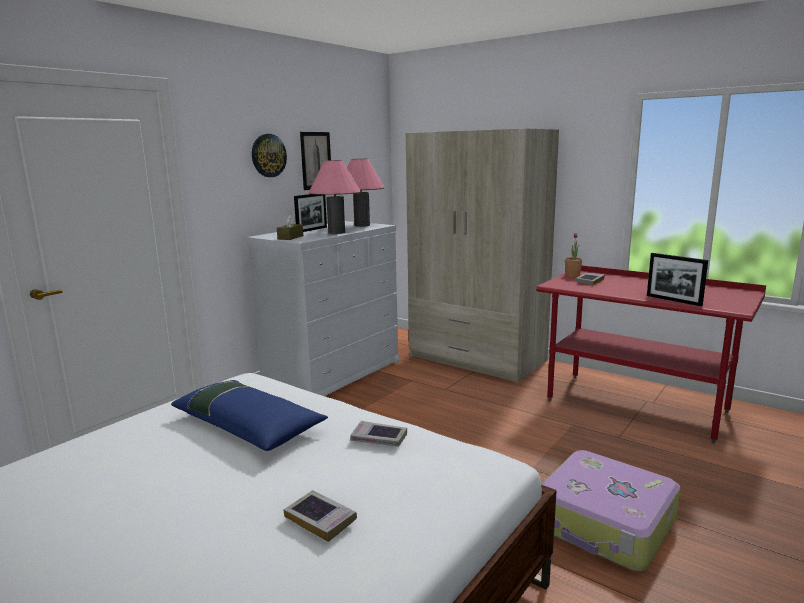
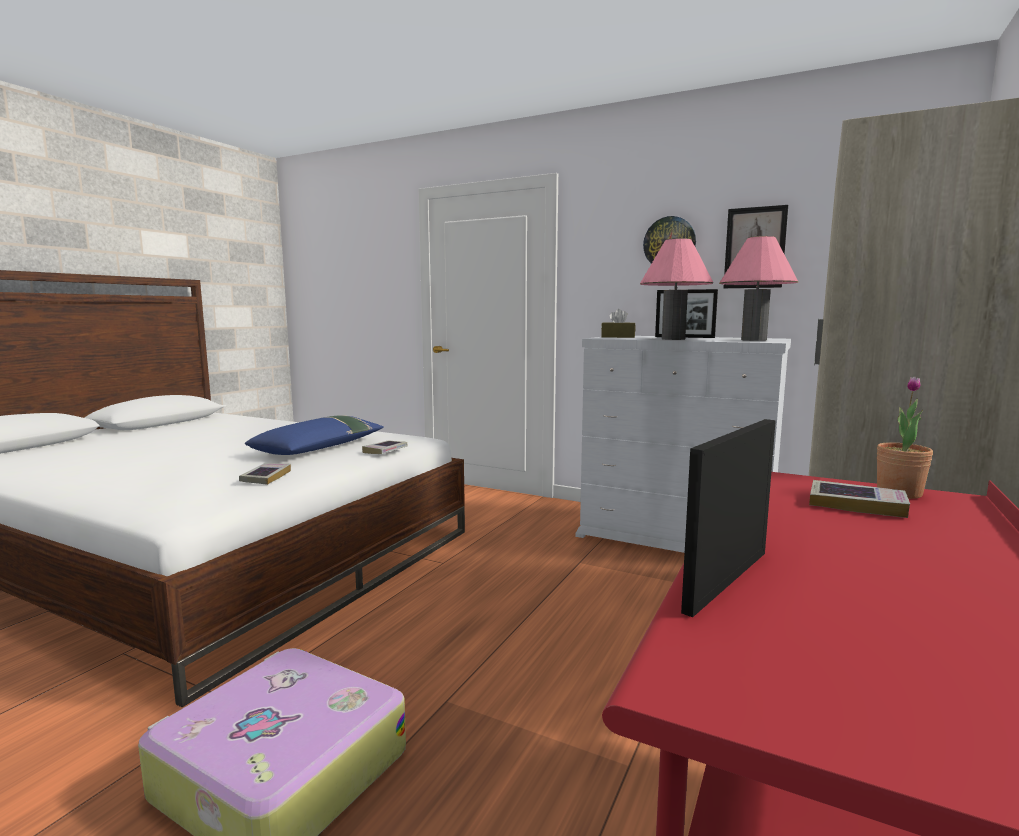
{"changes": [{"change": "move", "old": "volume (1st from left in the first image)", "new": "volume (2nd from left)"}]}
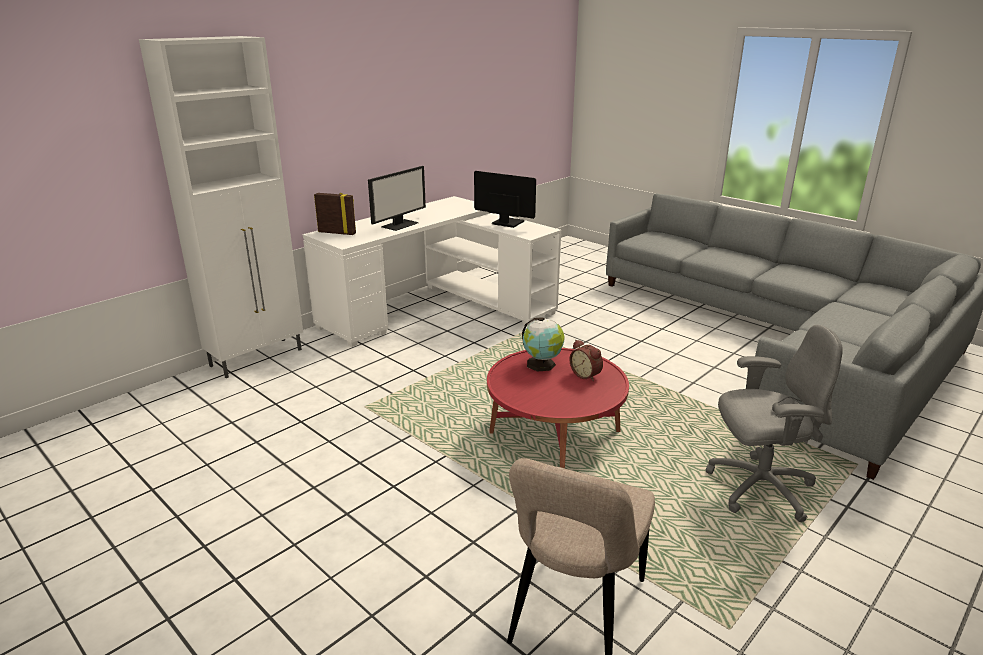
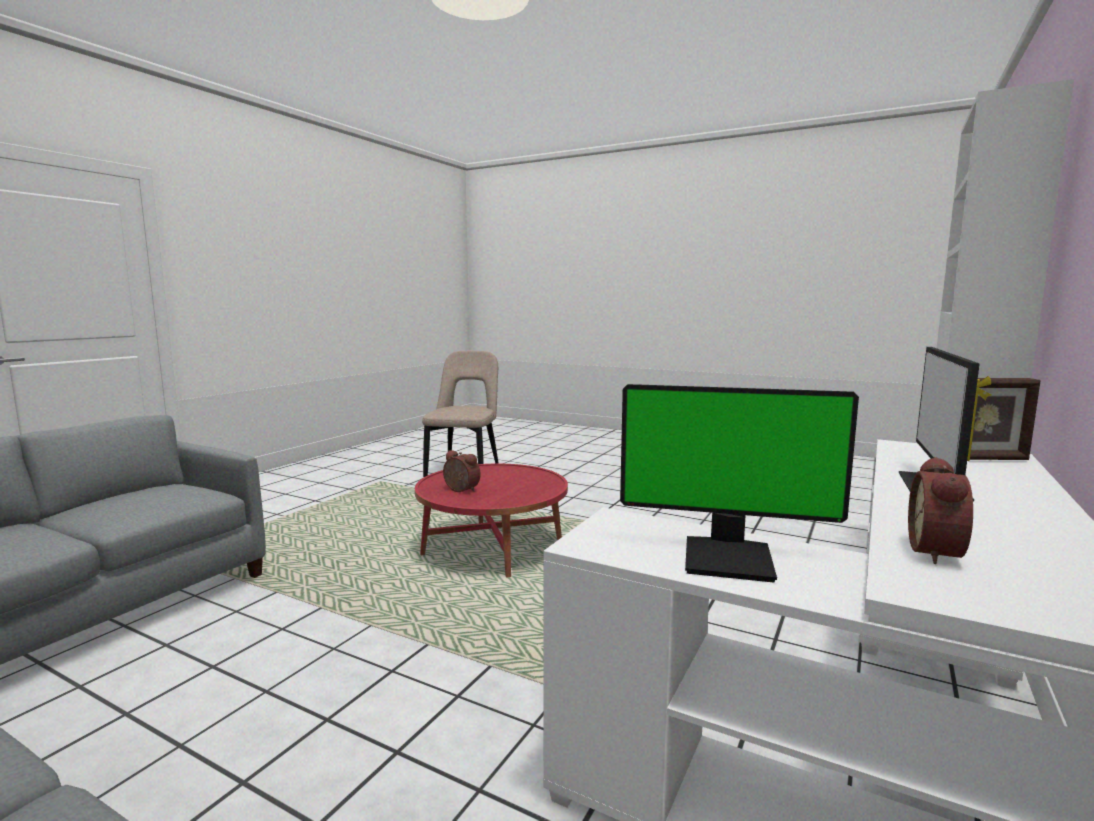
{"changes": [{"change": "delete", "old": "globe"}, {"change": "delete", "old": "greyish computer chair"}, {"change": "insert", "new": "table clock (2nd from left)"}]}
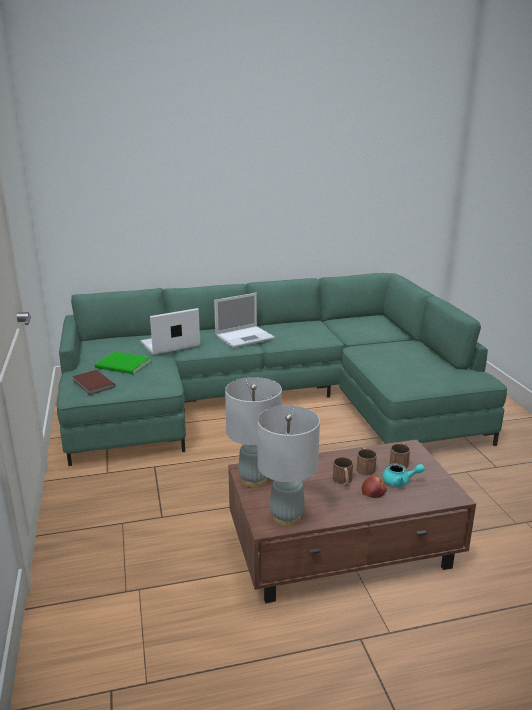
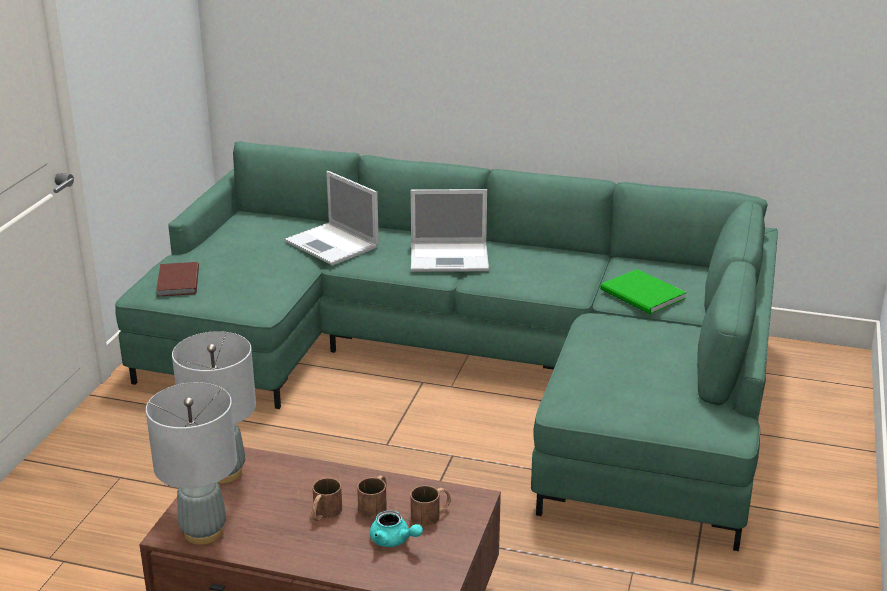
{"changes": [{"change": "delete", "old": "whole apple"}, {"change": "move", "old": "green-coloured volume"}, {"change": "rotate", "old": "portable computer (1st from left)", "degrees": -135}]}
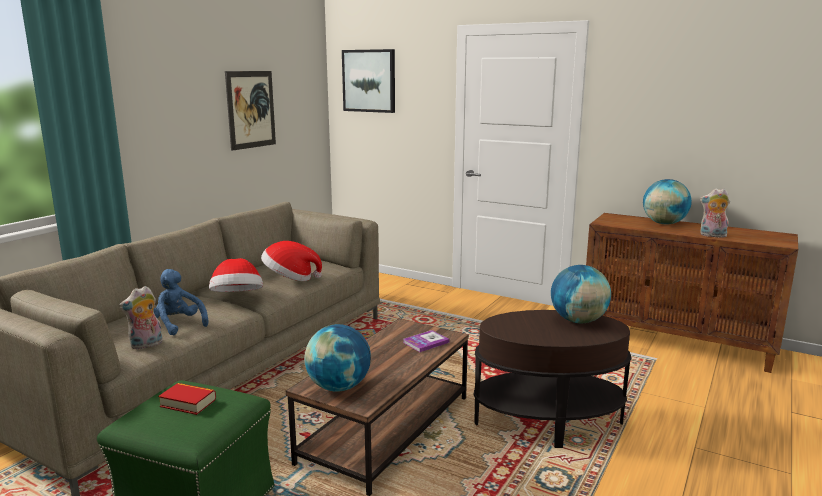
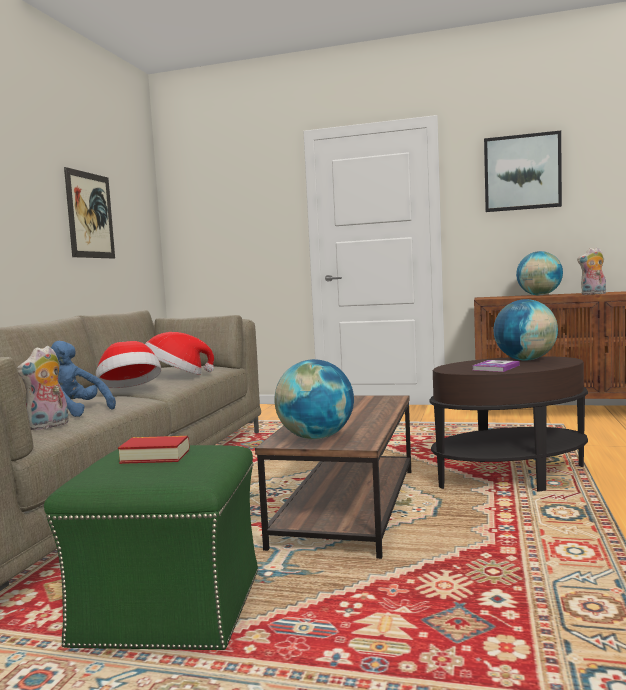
{"changes": [{"change": "move", "old": "picture (2nd from left)"}, {"change": "move", "old": "volume (2nd from left)"}]}
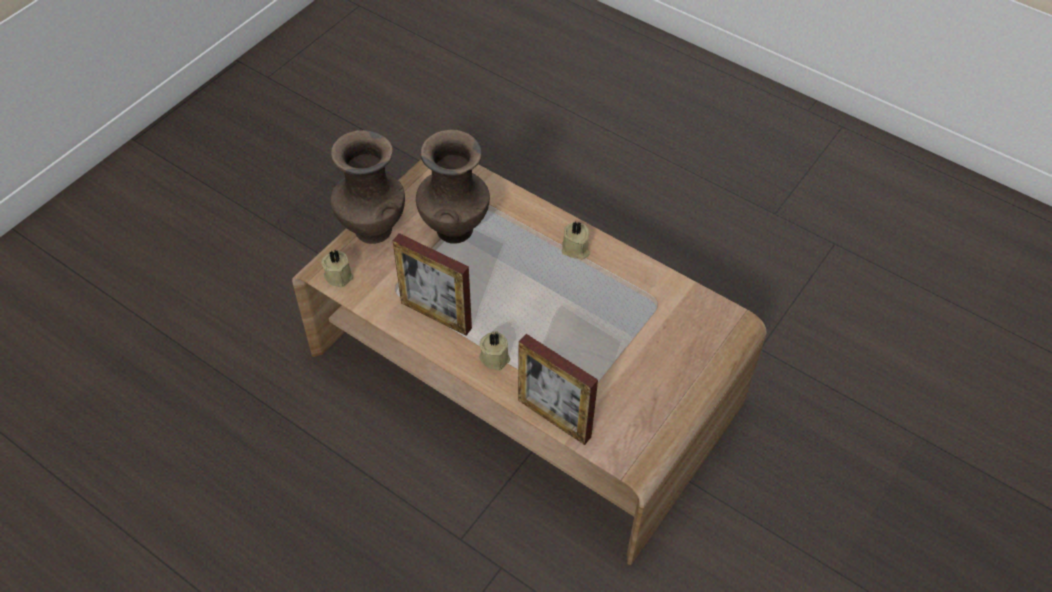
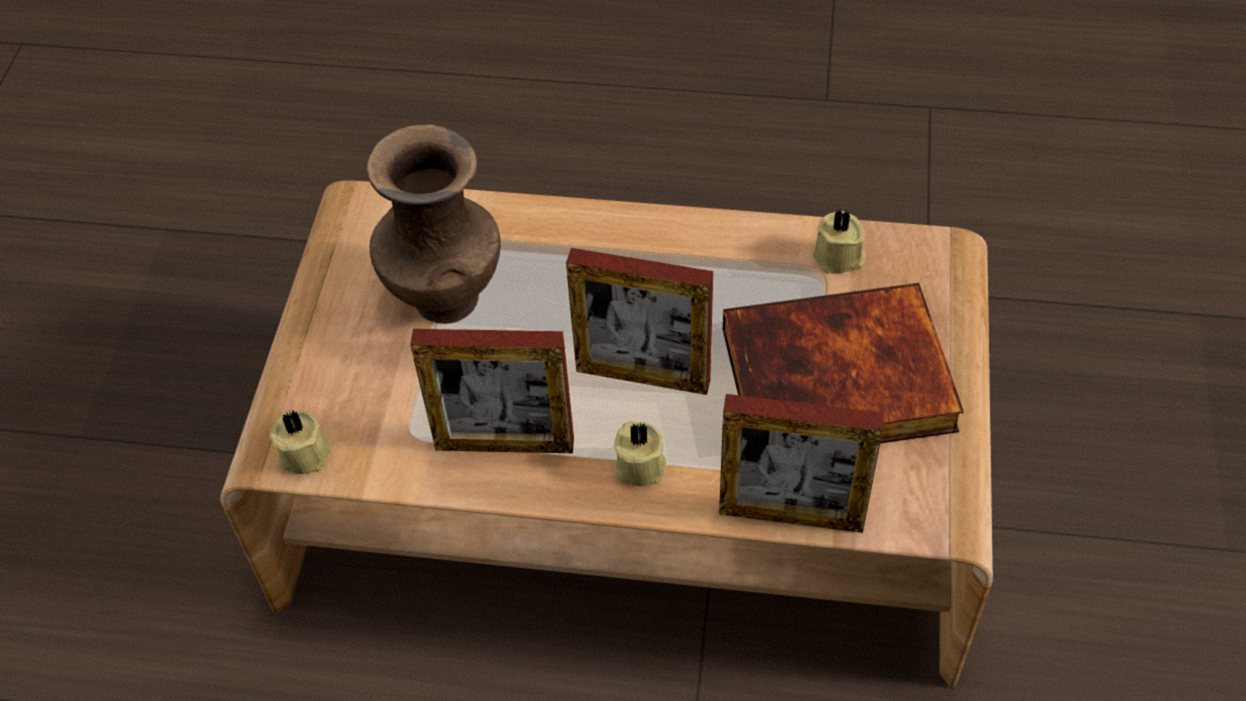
{"changes": [{"change": "delete", "old": "brownish decorative vase (1st from left)"}, {"change": "insert", "new": "picture frame (2nd from left)"}, {"change": "insert", "new": "volume"}, {"change": "move", "old": "beige-coloured wax light (3rd from left)"}]}
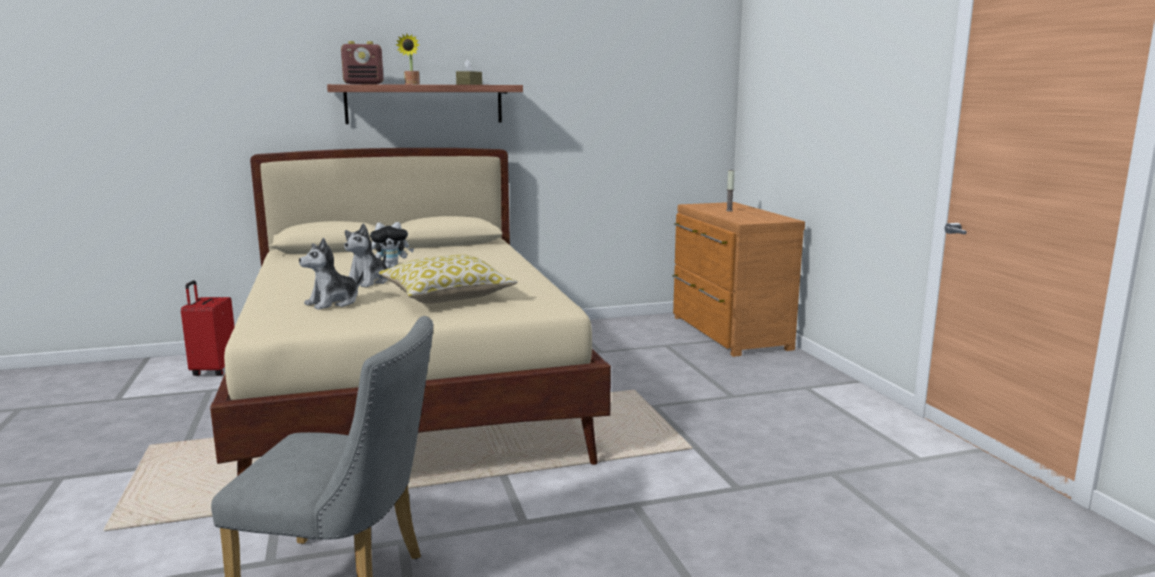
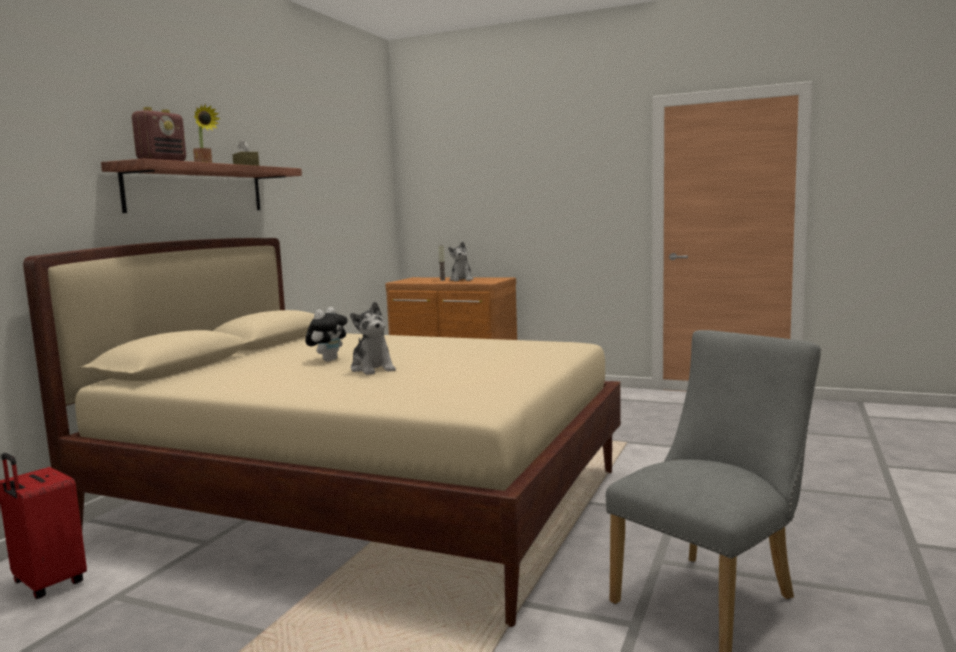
{"changes": [{"change": "delete", "old": "pillow"}, {"change": "move", "old": "plush toy (1st from left in the first image)", "new": "plush toy (3rd from left)"}]}
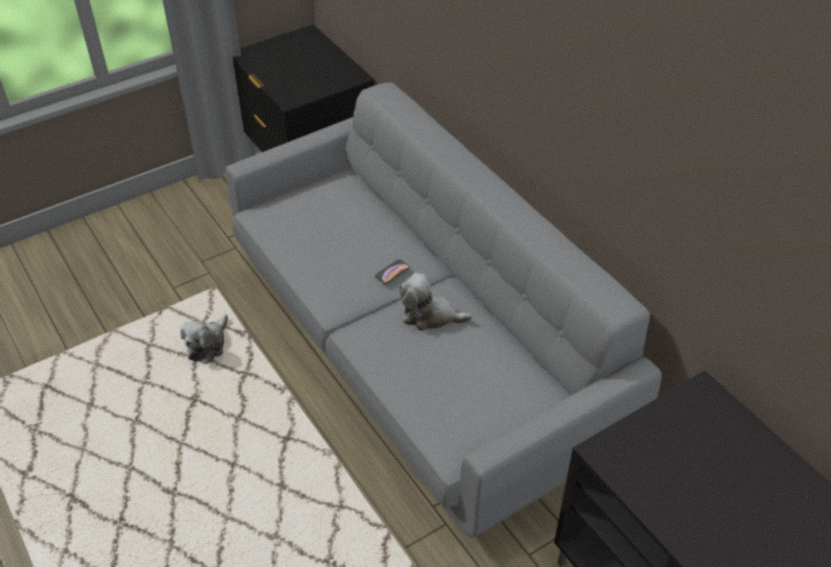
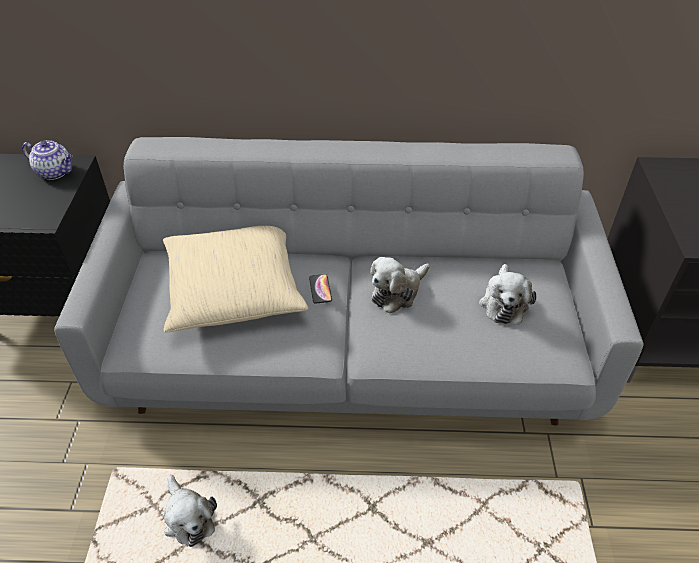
{"changes": [{"change": "insert", "new": "pot for tea"}, {"change": "insert", "new": "beige-coloured pillow"}, {"change": "insert", "new": "plush toy (3rd from left)"}]}
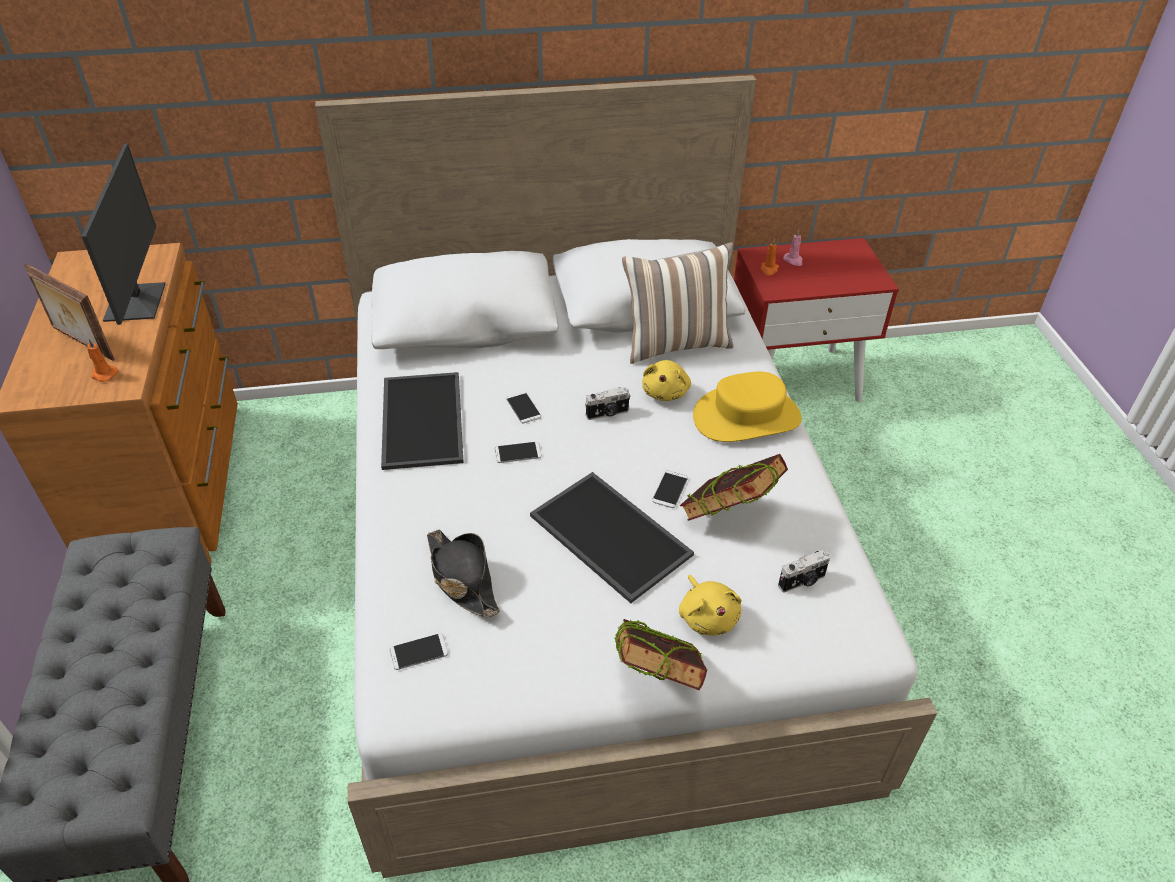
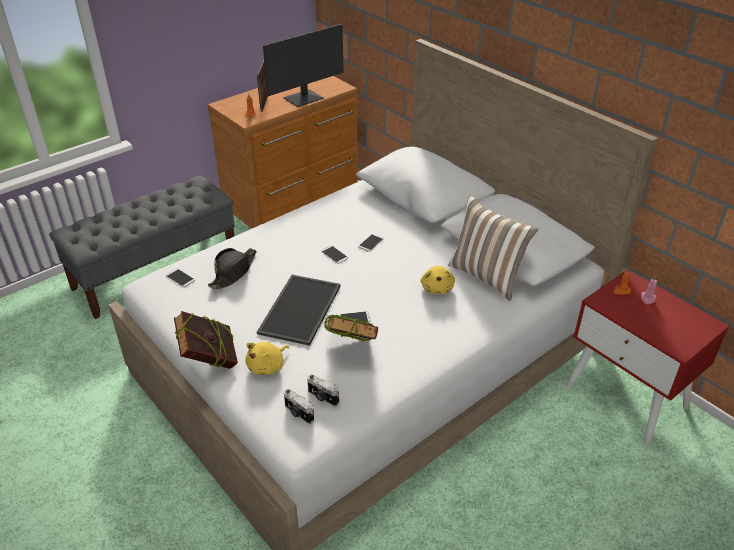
{"changes": [{"change": "delete", "old": "carrying tray (1st from left)"}, {"change": "delete", "old": "yellow wearable hat"}, {"change": "move", "old": "still camera (1st from left)"}, {"change": "rotate", "old": "yellow plush toy (1st from left in the first image)", "degrees": -75}]}
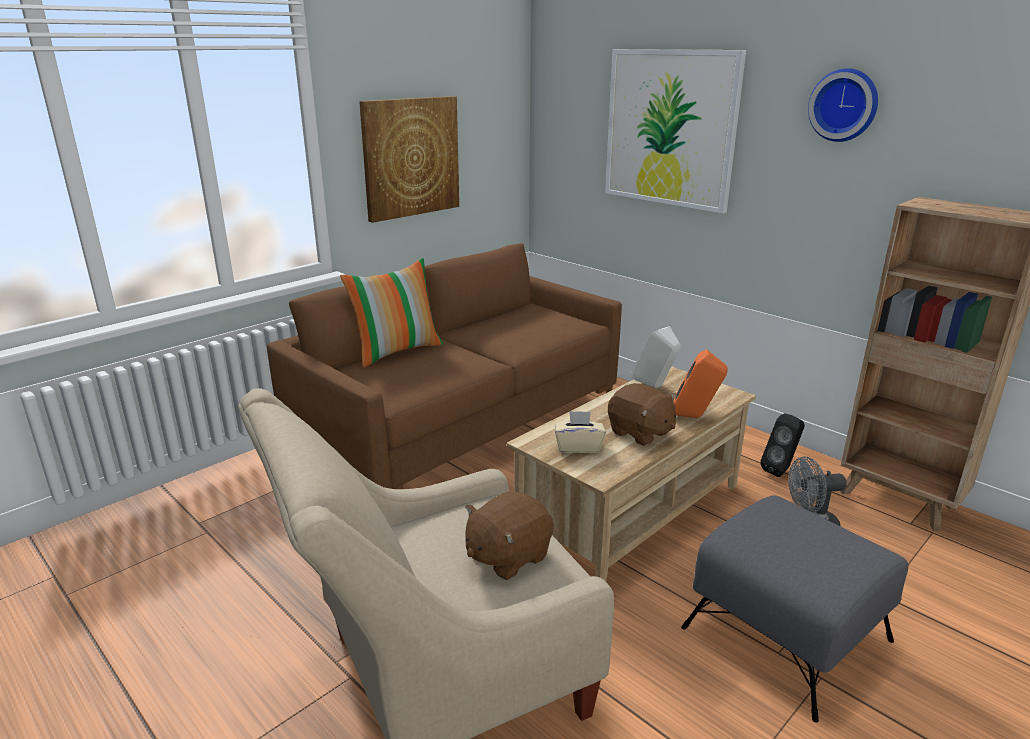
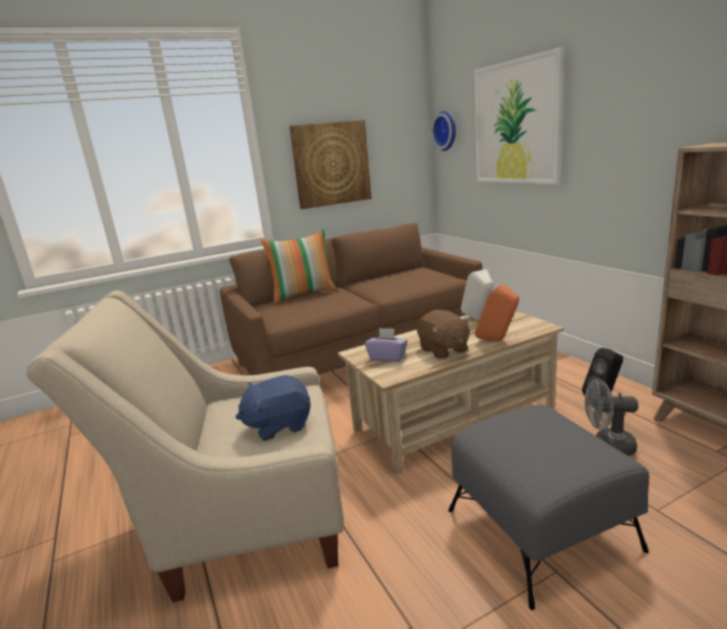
{"changes": [{"change": "move", "old": "clock on the wall"}, {"change": "recolor", "old": "brownish plush toy (1st from left)", "new": "bluish plush toy"}, {"change": "recolor", "old": "beige-coloured box of tissues", "new": "purplish box of tissues"}]}
